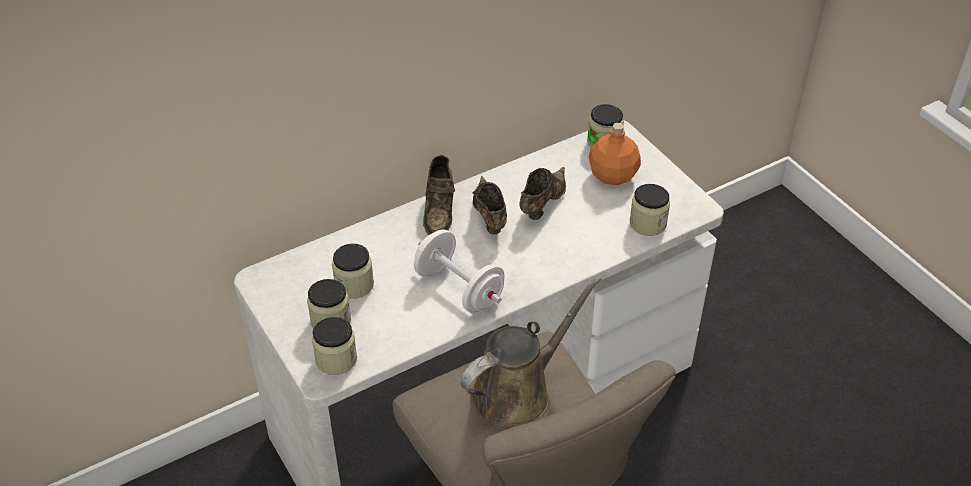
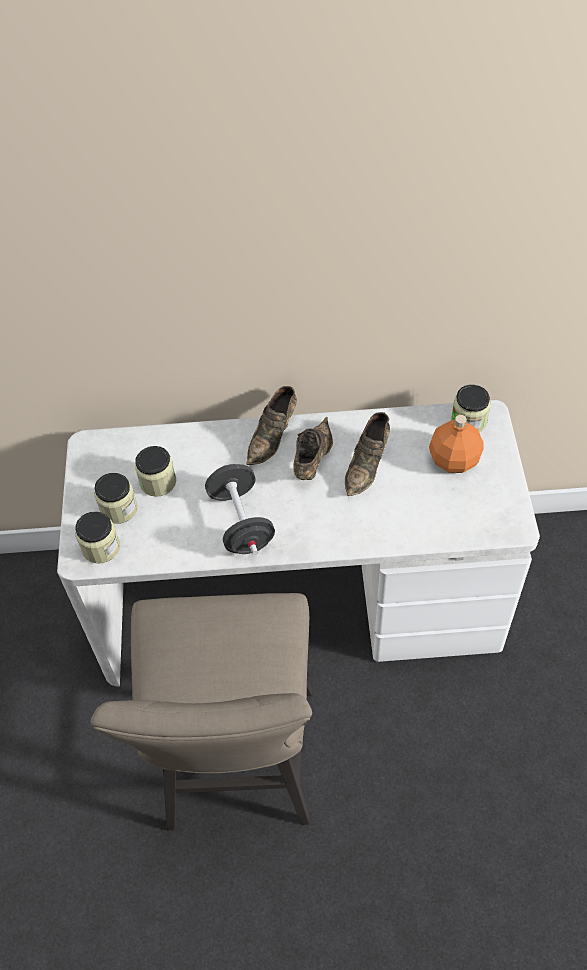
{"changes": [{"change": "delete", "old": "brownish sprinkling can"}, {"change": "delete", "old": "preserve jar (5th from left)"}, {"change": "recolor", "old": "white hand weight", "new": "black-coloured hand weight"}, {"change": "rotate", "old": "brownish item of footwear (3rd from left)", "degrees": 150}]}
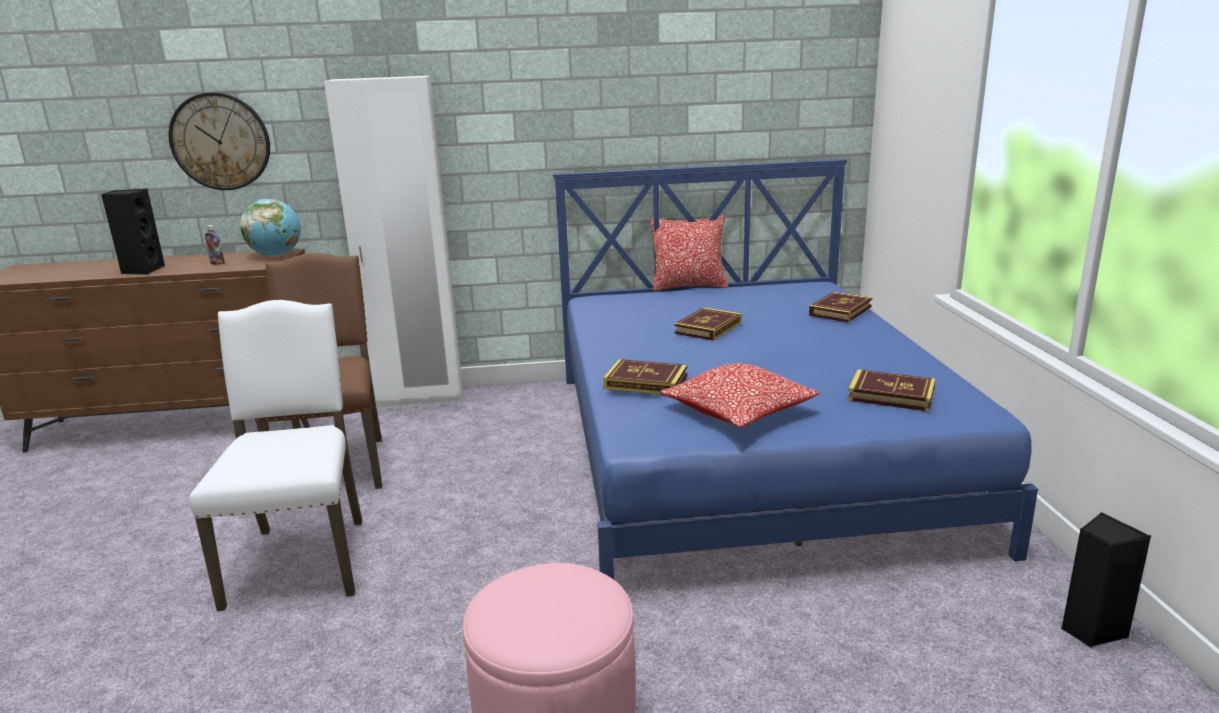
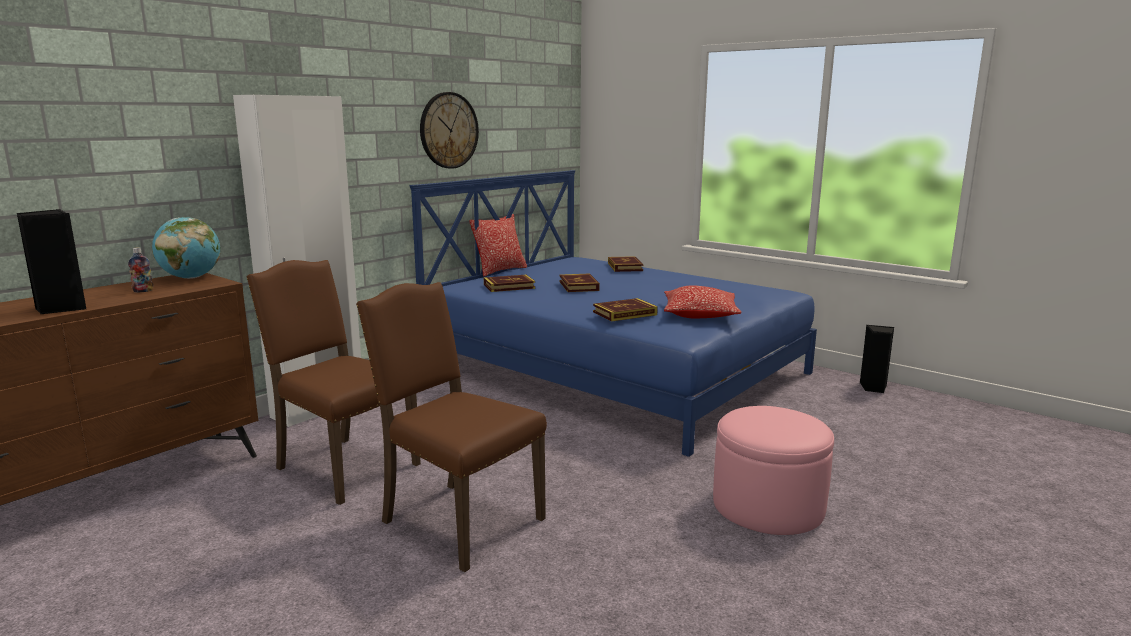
{"changes": [{"change": "move", "old": "clock on the wall"}, {"change": "move", "old": "volume (4th from left in the first image)", "new": "volume (1st from left)"}, {"change": "recolor", "old": "white upright chair", "new": "brownish upright chair (2nd from left)"}]}
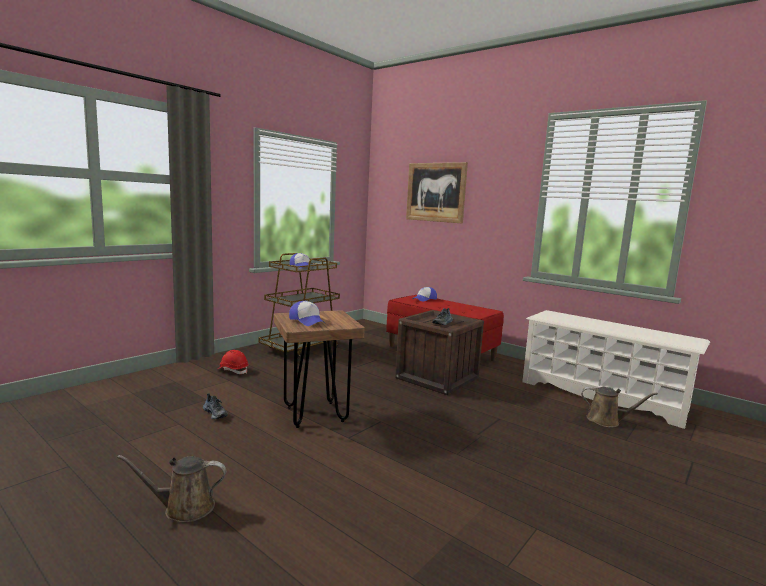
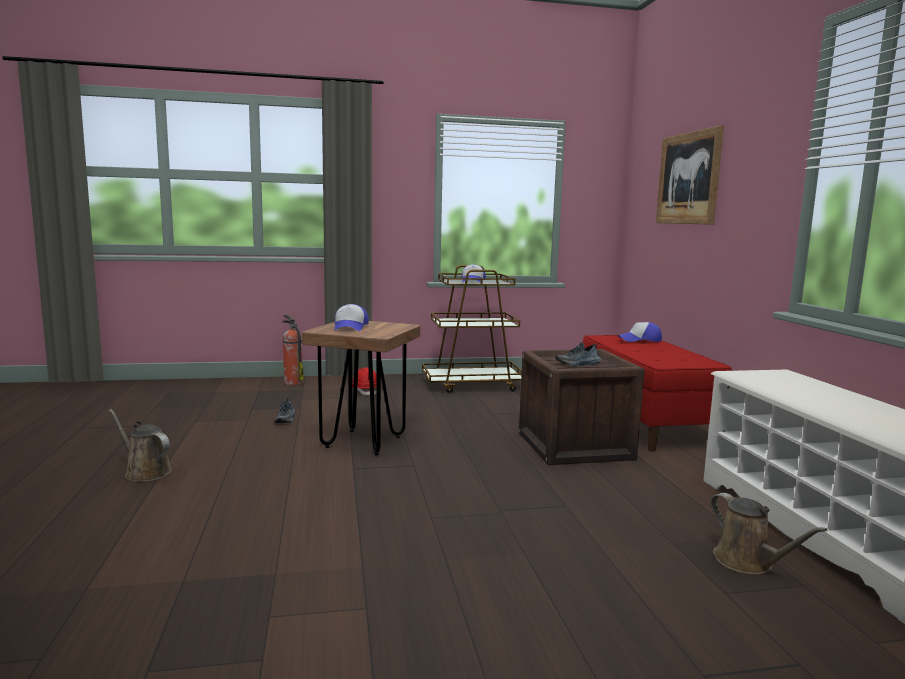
{"changes": [{"change": "insert", "new": "extinguisher"}]}
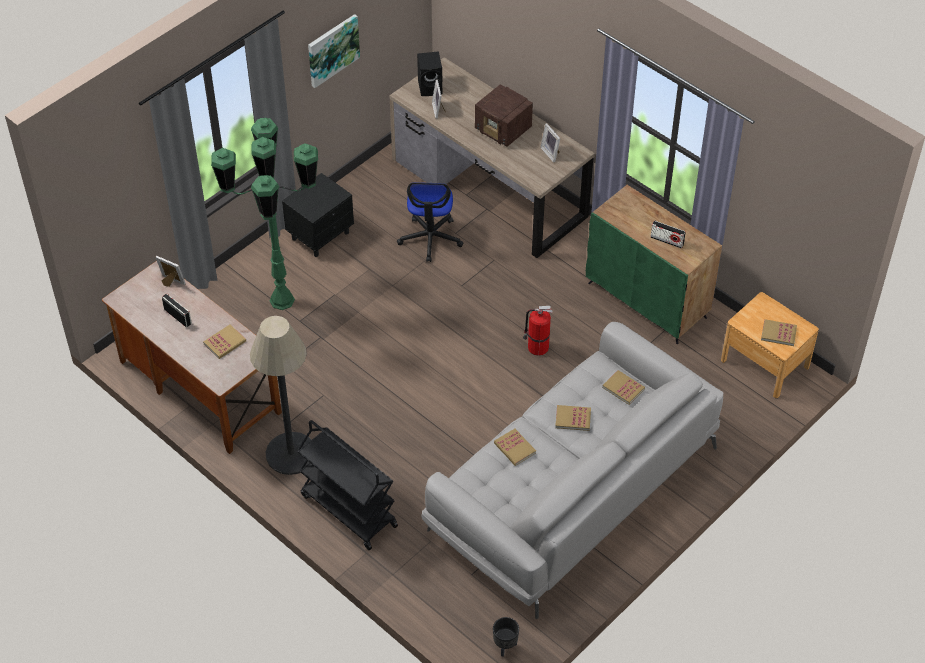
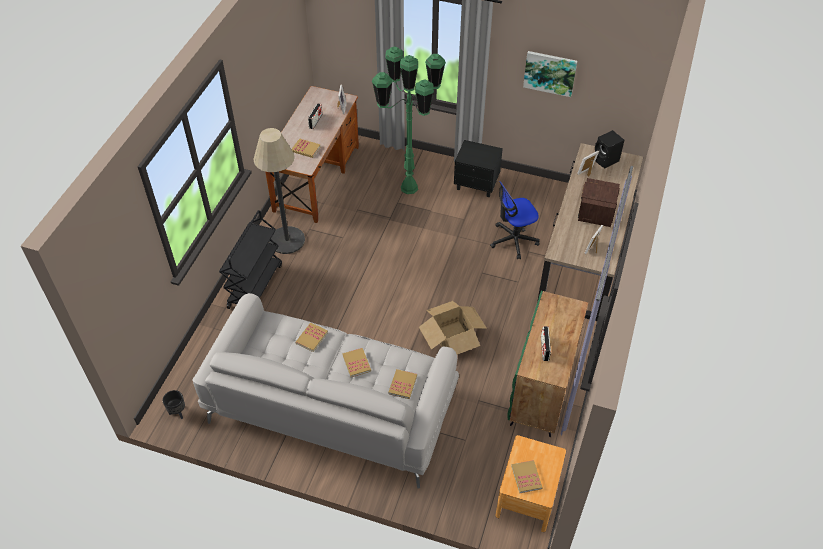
{"changes": [{"change": "replace", "old": "extinguisher", "new": "cardboard box"}]}
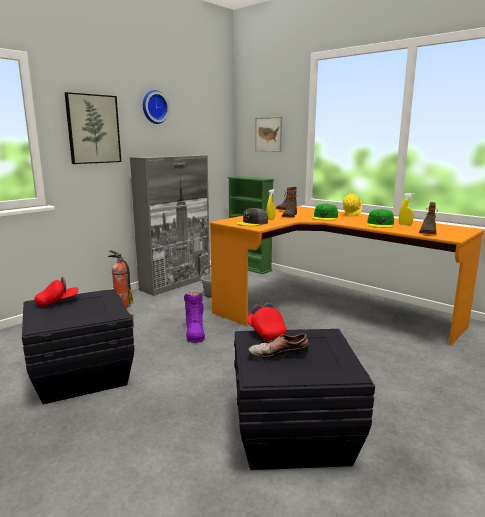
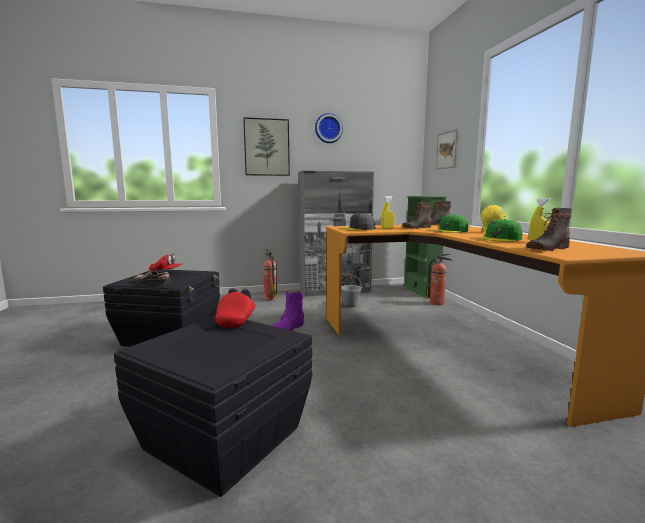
{"changes": [{"change": "insert", "new": "extinguisher (2nd from left)"}, {"change": "move", "old": "item of footwear"}]}
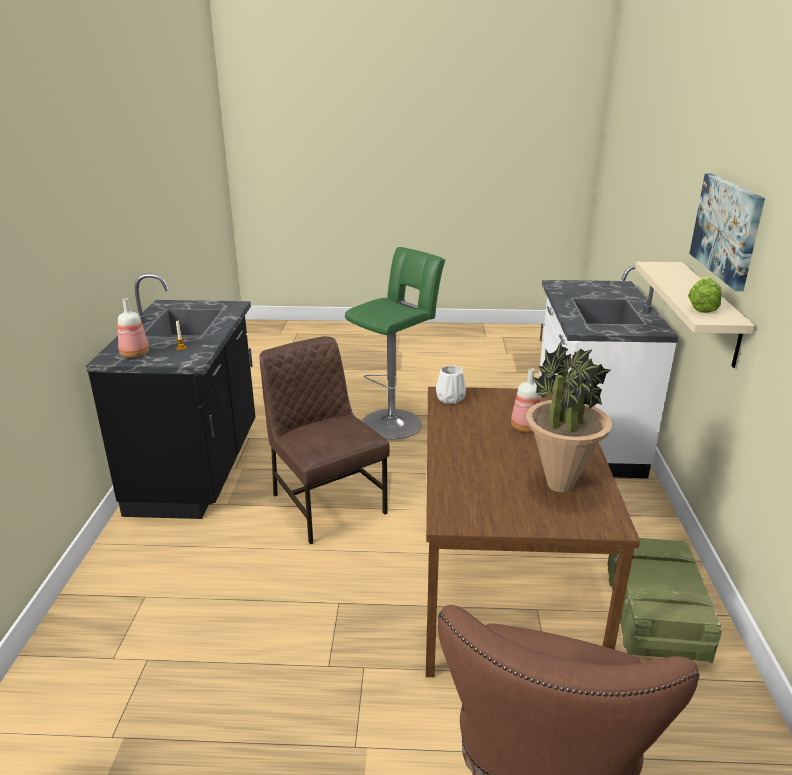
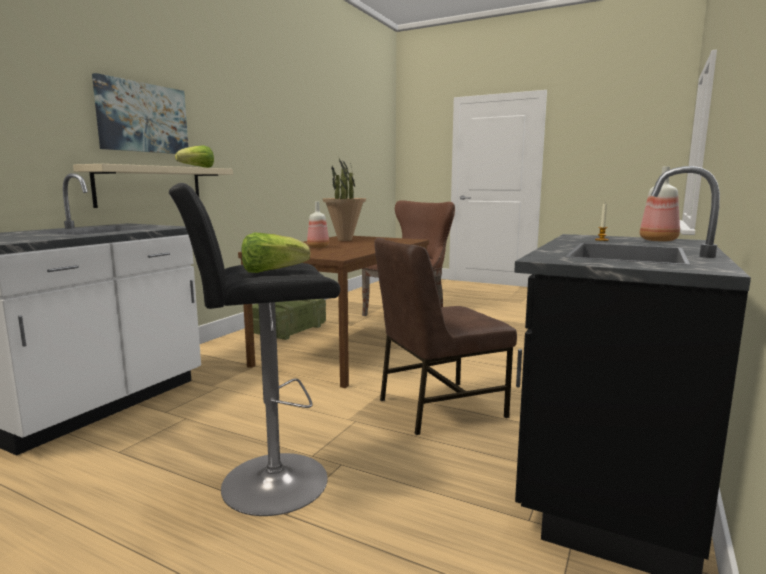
{"changes": [{"change": "delete", "old": "white decorative vase"}, {"change": "insert", "new": "head of lettuce (2nd from left)"}, {"change": "recolor", "old": "green-coloured stool", "new": "black-coloured stool"}, {"change": "rotate", "old": "brownish upright chair (1st from left in the first image)", "degrees": 75}]}
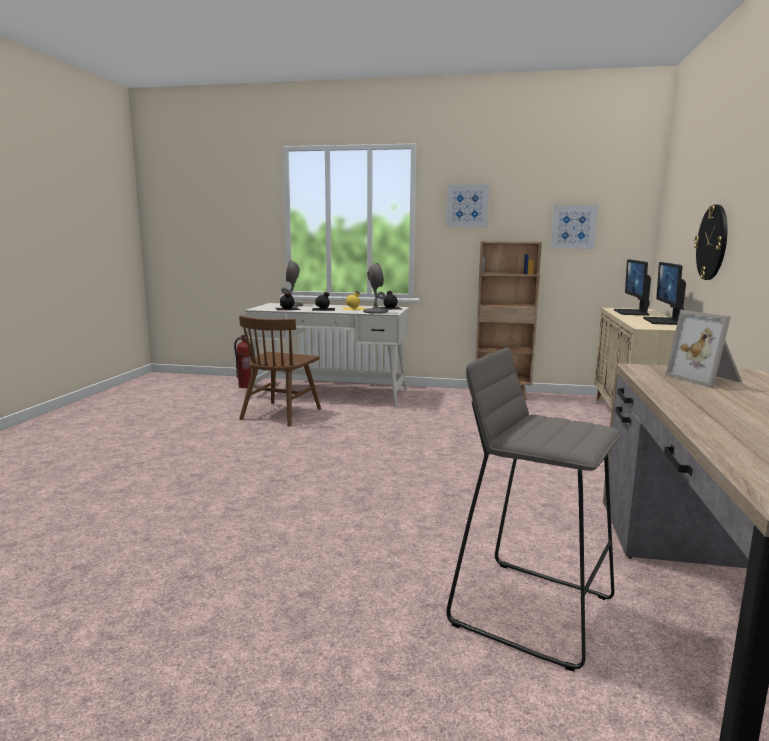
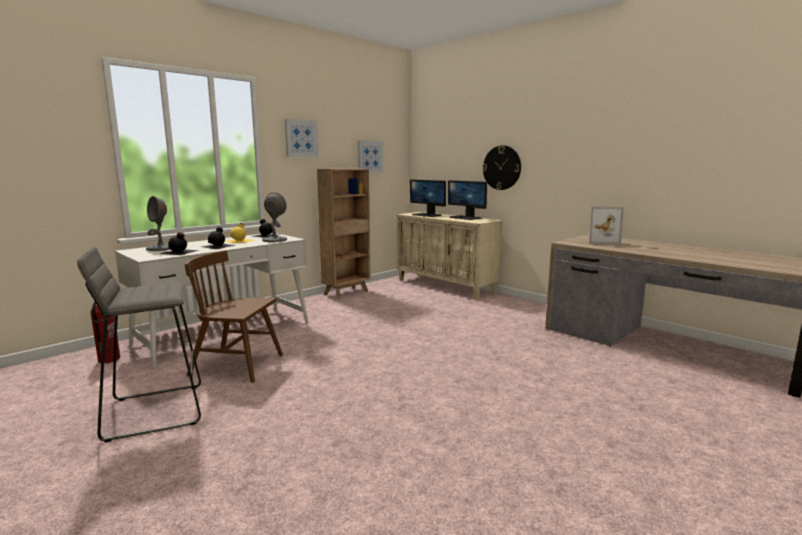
{"changes": [{"change": "move", "old": "greyish stool"}, {"change": "rotate", "old": "brownish upright chair", "degrees": 135}]}
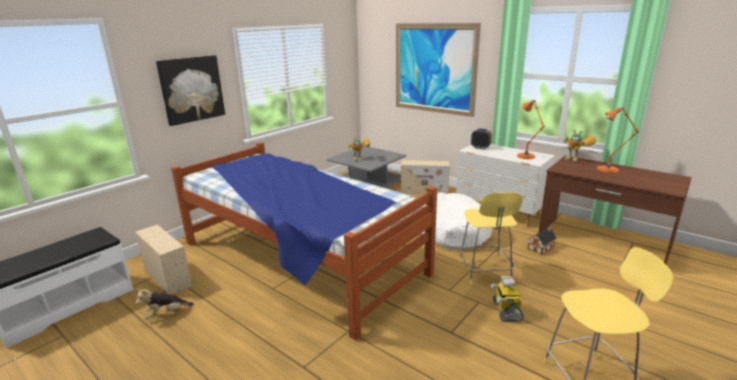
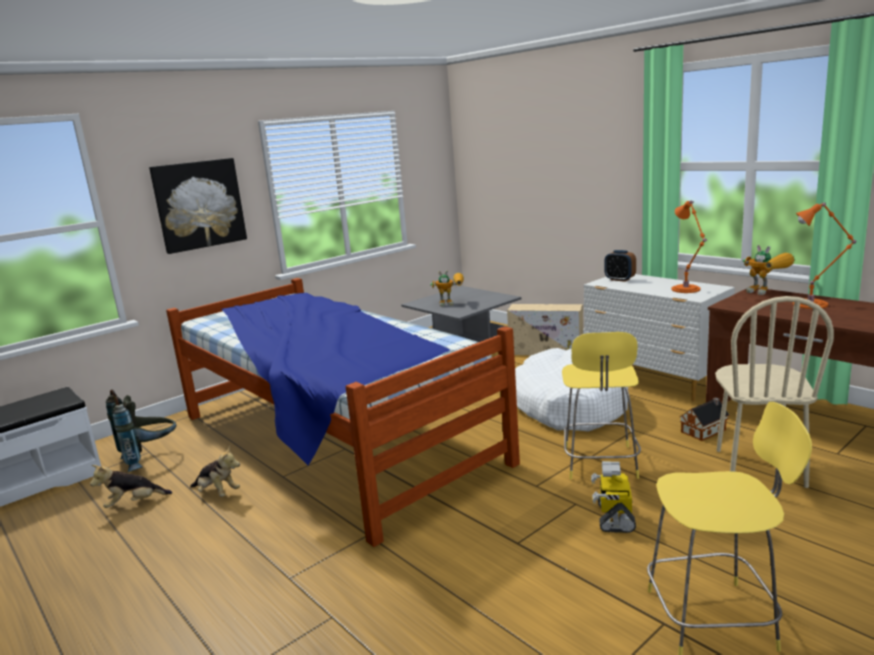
{"changes": [{"change": "delete", "old": "picture (2nd from left)"}, {"change": "insert", "new": "plush toy (2nd from left)"}, {"change": "insert", "new": "beige-coloured upright chair"}, {"change": "replace", "old": "beige-coloured storage bin (1st from left)", "new": "greyish rucksack"}]}
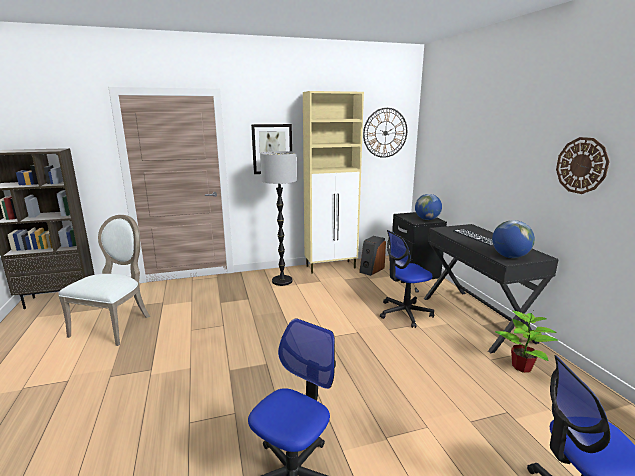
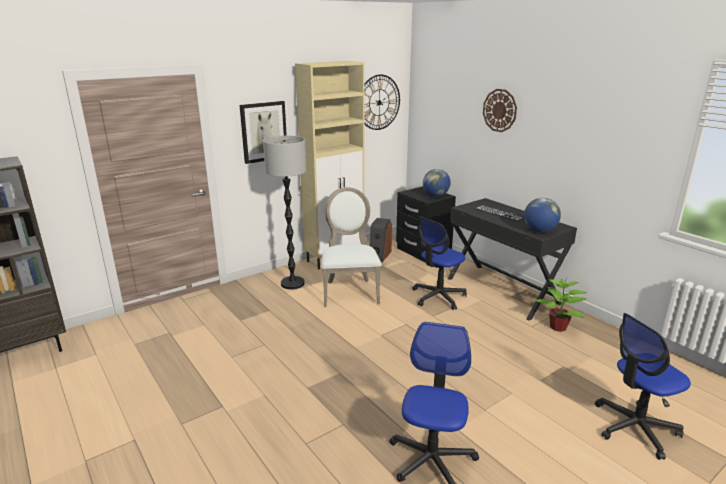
{"changes": [{"change": "move", "old": "white upright chair"}, {"change": "move", "old": "clock on the wall (2nd from left)"}]}
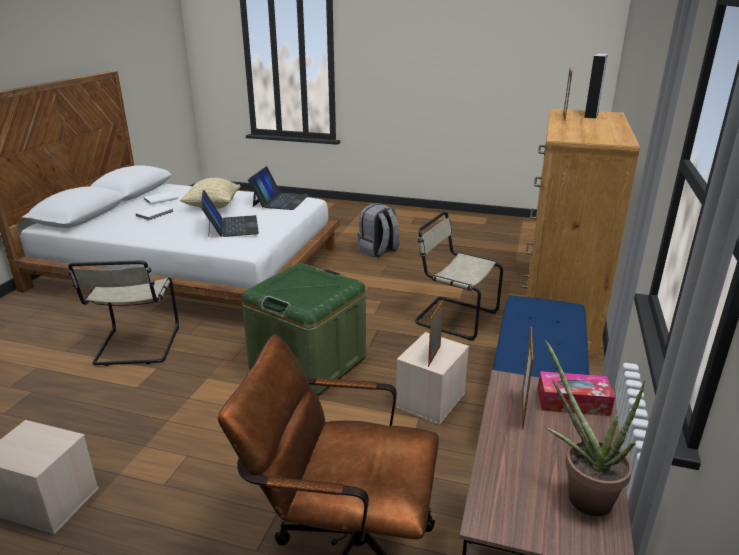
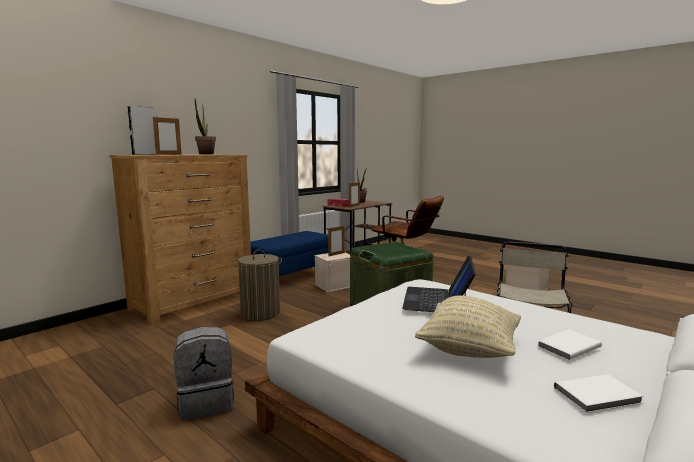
{"changes": [{"change": "delete", "old": "portable computer (2nd from left)"}, {"change": "insert", "new": "potted plant (1st from left)"}, {"change": "replace", "old": "beige-coloured upright chair (2nd from left)", "new": "laundry basket"}]}
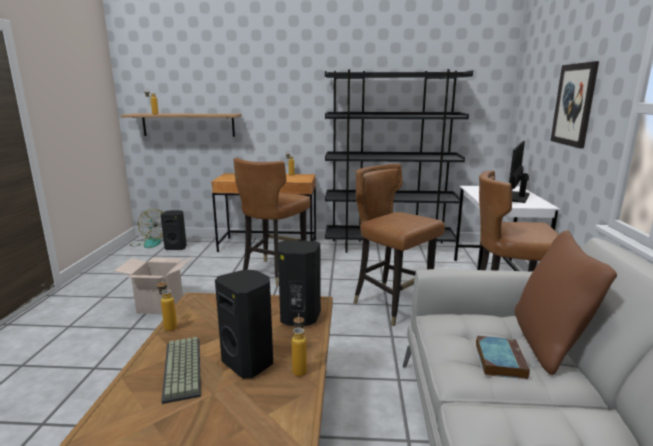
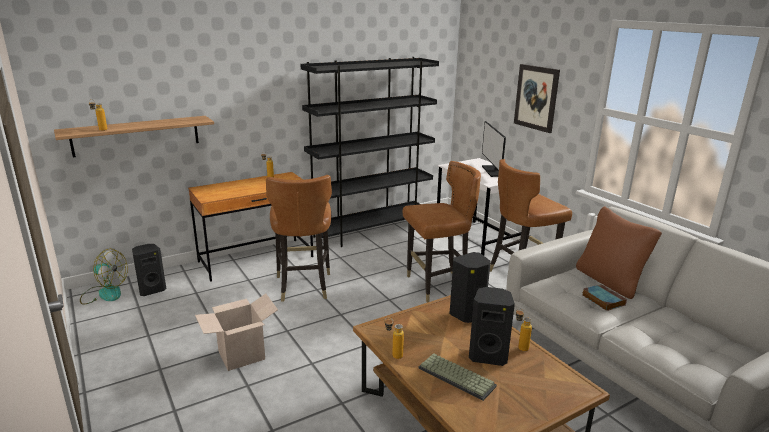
{"changes": [{"change": "rotate", "old": "brownish upright chair (2nd from left)", "degrees": 150}]}
